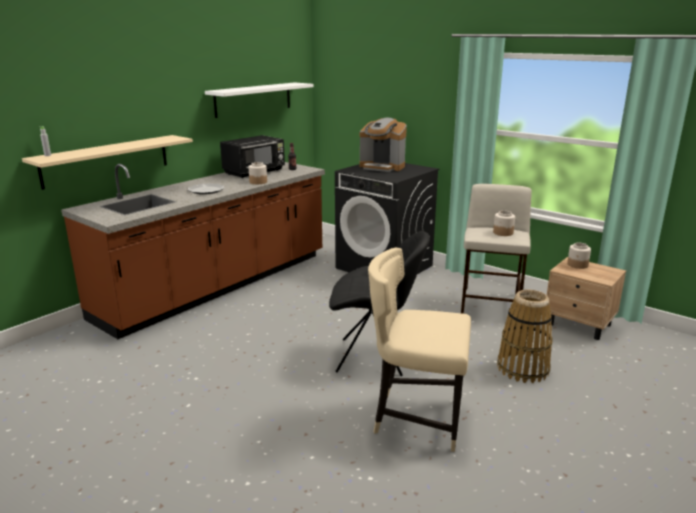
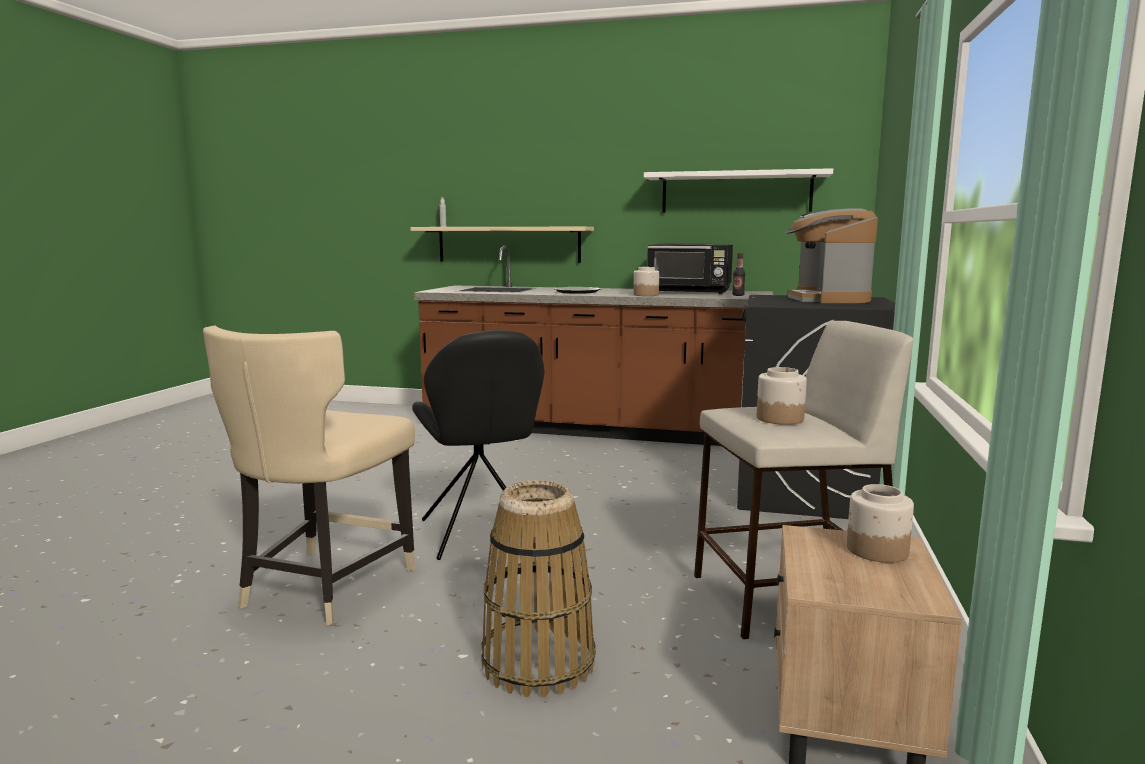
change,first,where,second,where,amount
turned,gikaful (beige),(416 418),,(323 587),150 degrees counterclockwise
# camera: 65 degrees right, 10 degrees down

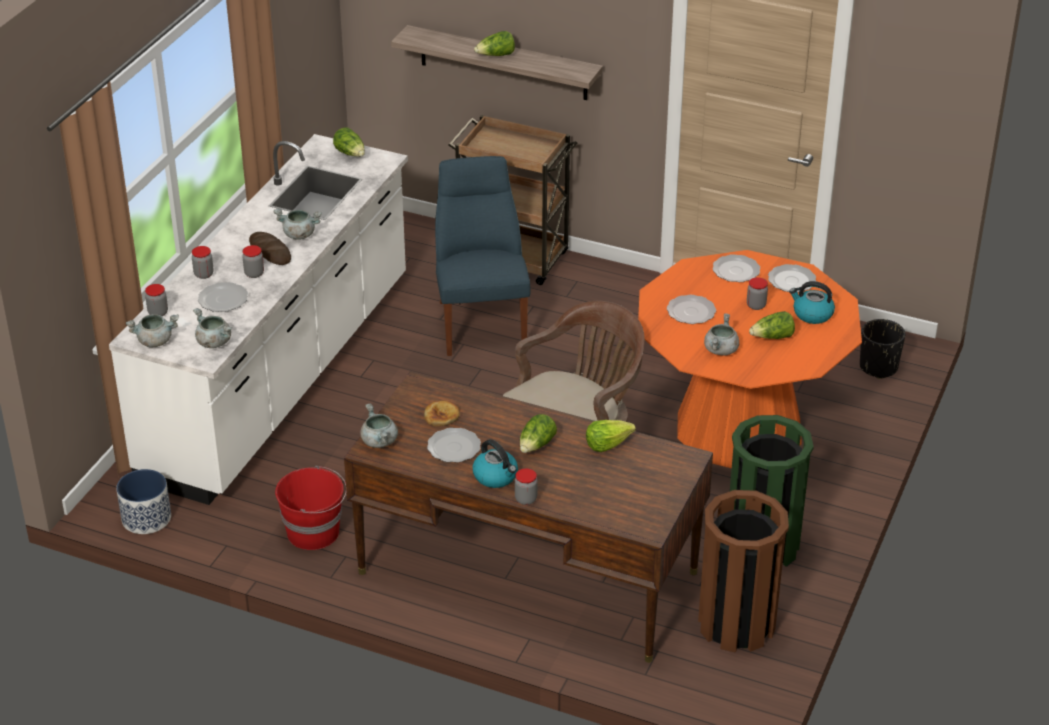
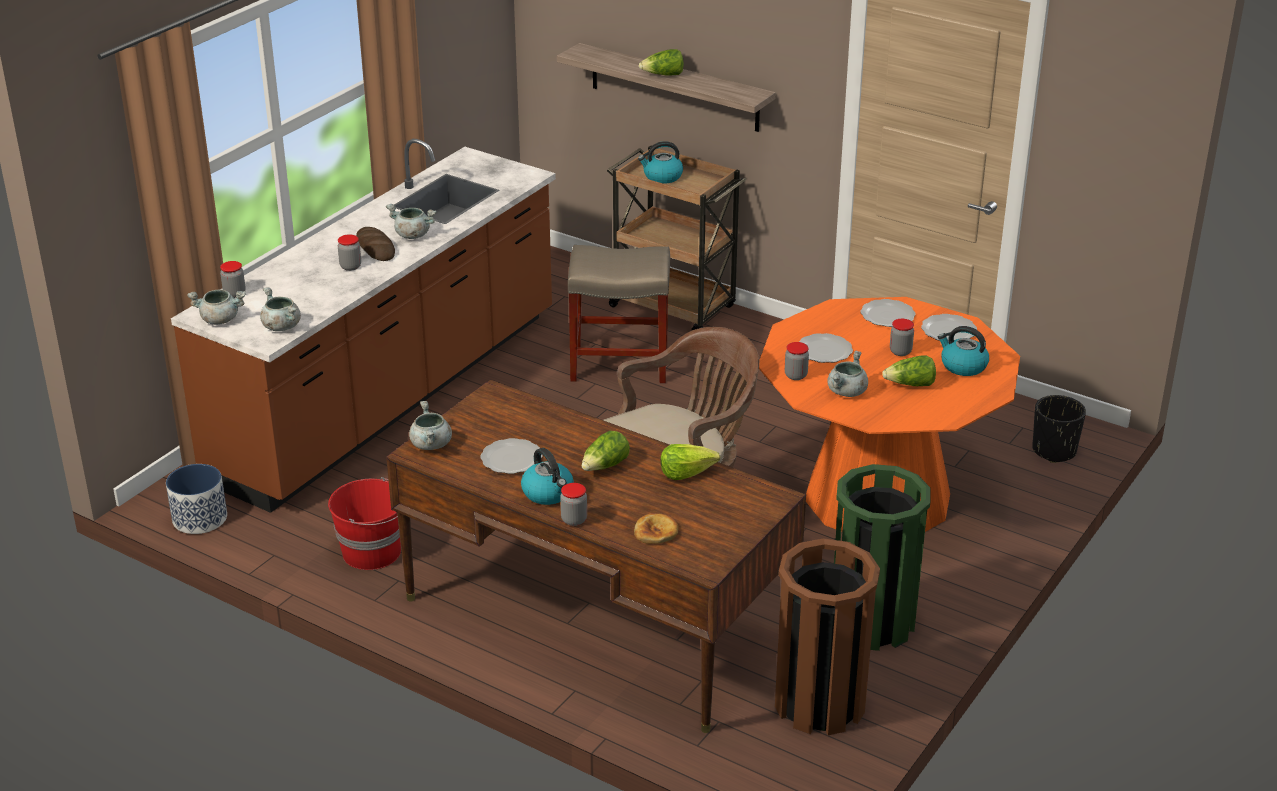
change,first,where,second,where,amount
removed,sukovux,(351 153),,,
recoloured,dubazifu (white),(281 378),dubazifu (brown),(390 397),
replaced,gikaful (blue),(481 321),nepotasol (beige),(621 363),
moved,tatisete,(204 274),,(795 375),
removed,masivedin,(222 299),,,
moved,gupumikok,(441 415),,(656 532),
added,,,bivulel,(662 177),
# camera: 10 degrees right, 5 degrees down

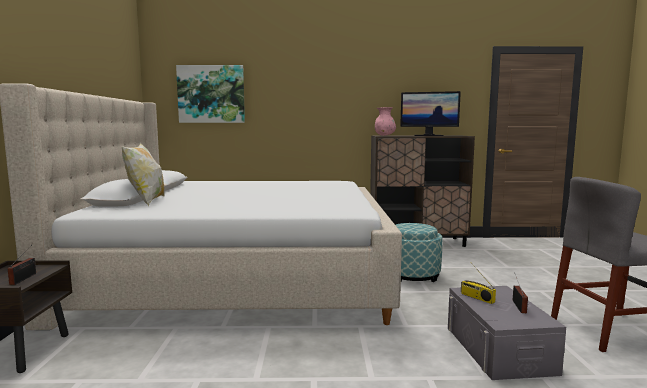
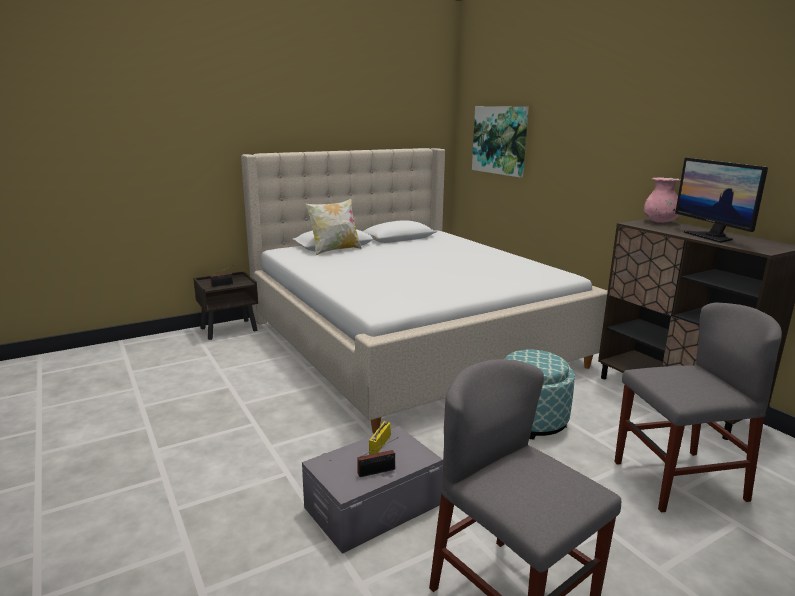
change,first,where,second,where,amount
added,,,gikaful (grey),(678 480),
# camera: 60 degrees right, 10 degrees up

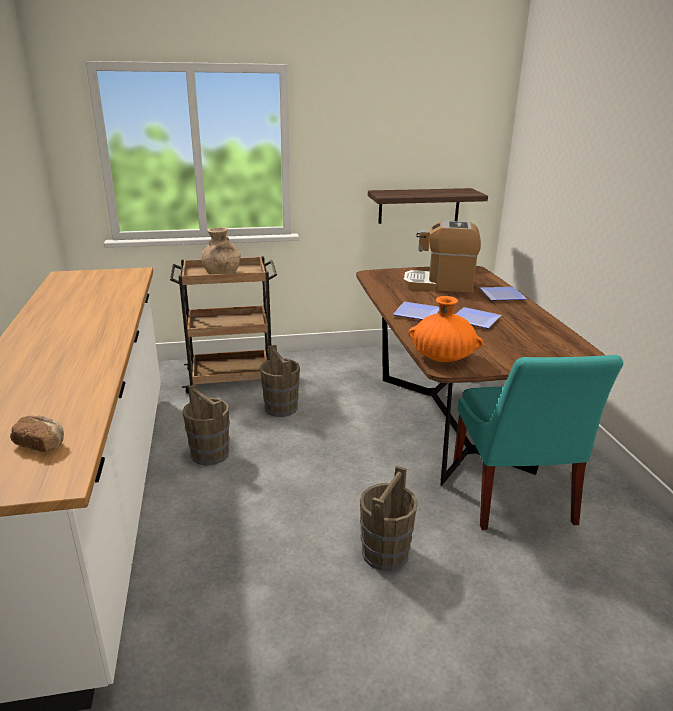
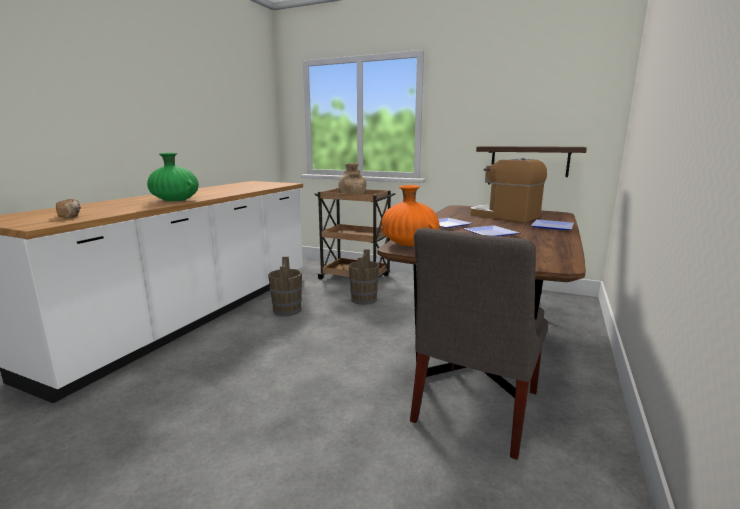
change,first,where,second,where,amount
recoloured,gikaful (turquoise),(512 496),gikaful (grey),(473 409),
removed,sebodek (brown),(385 553),,,
added,,,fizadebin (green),(175 201),
# camera: 35 degrees right, 10 degrees down

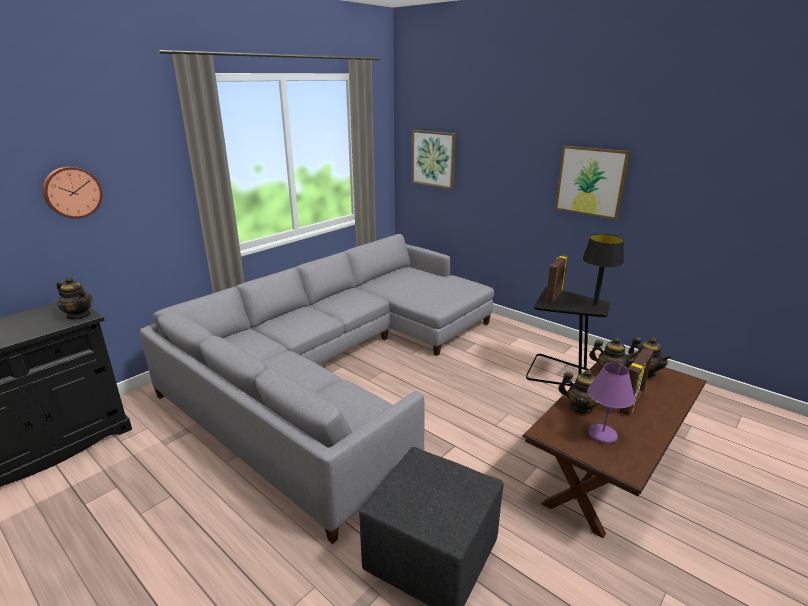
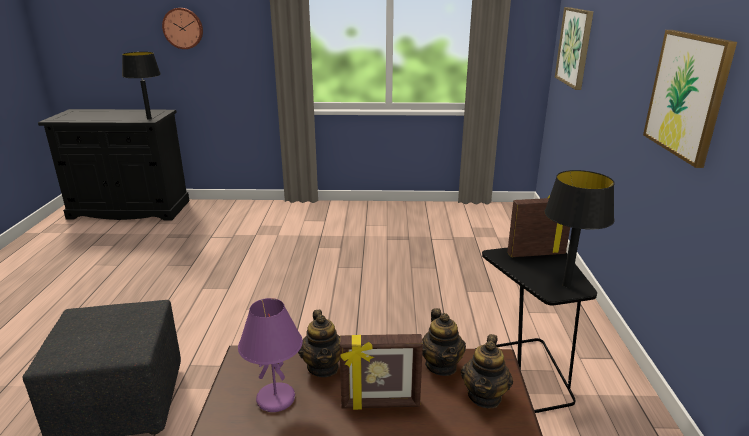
change,first,where,second,where,amount
removed,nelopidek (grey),(340 366),,,
replaced,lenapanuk,(79 315),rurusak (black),(149 118),
# camera: 50 degrees right, 0 degrees up

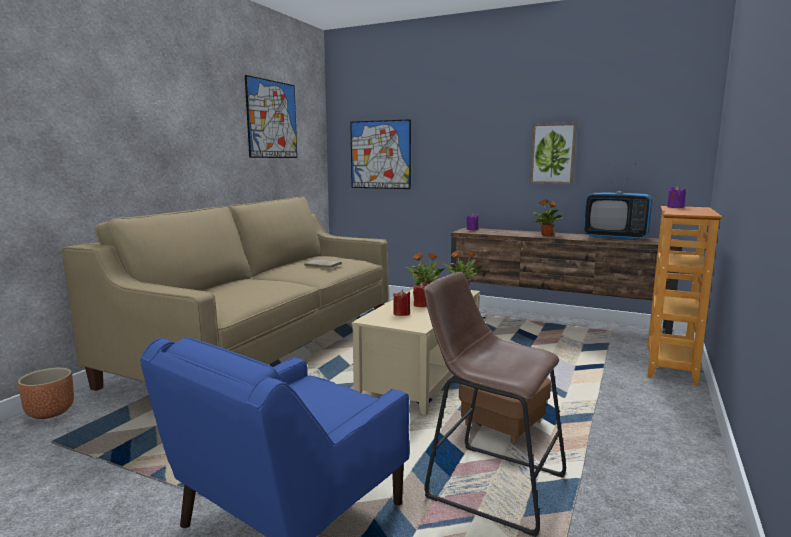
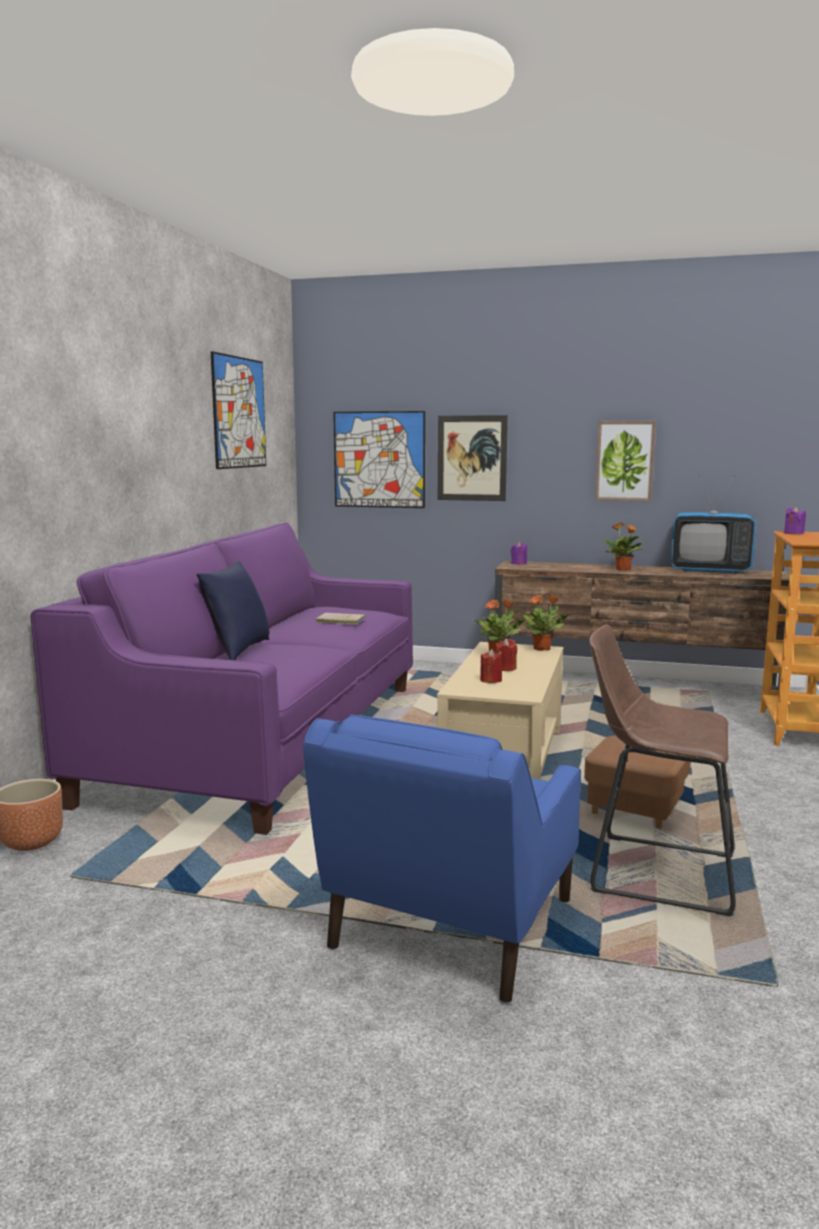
change,first,where,second,where,amount
recoloured,nelopidek (beige),(264 347),nelopidek (purple),(267 738),
added,,,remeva,(472 458),
added,,,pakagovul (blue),(237 650),
# camera: 10 degrees left, 0 degrees up

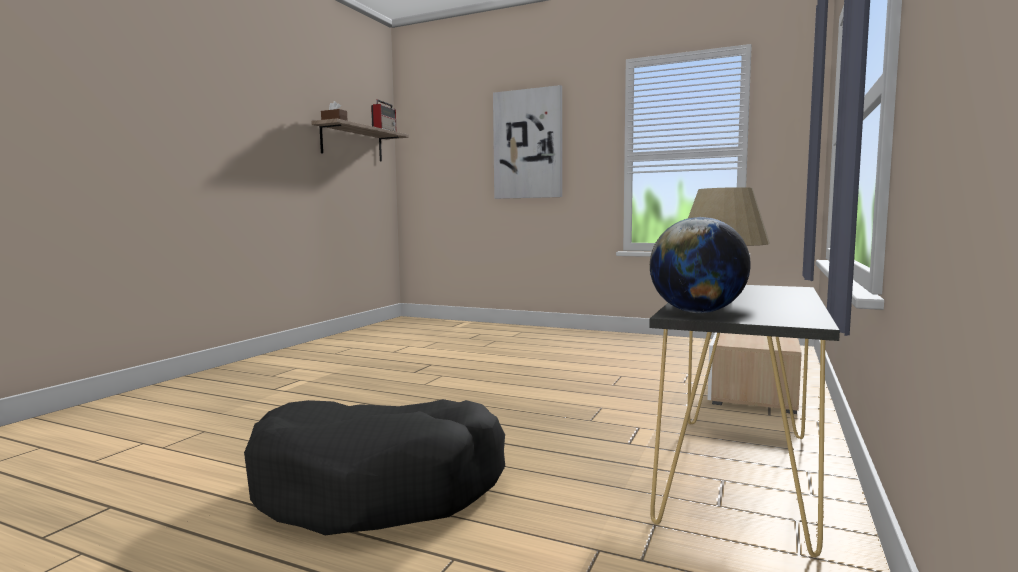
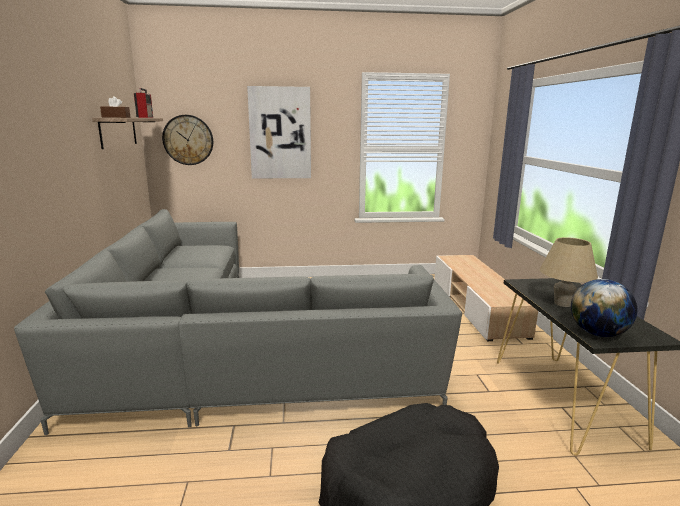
change,first,where,second,where,amount
added,,,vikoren,(188 140),
added,,,nelopidek (grey),(224 352),
# camera: 30 degrees left, 10 degrees up

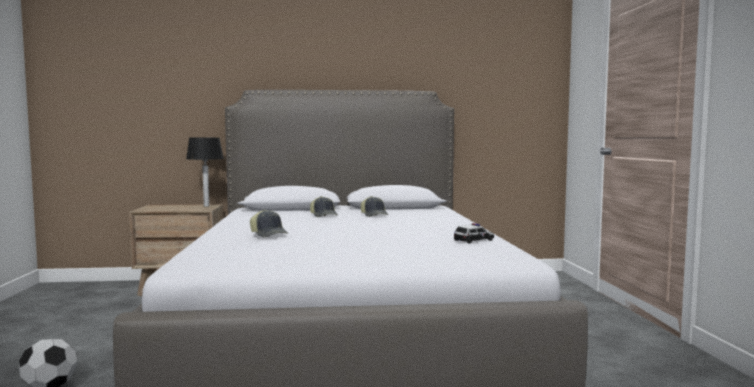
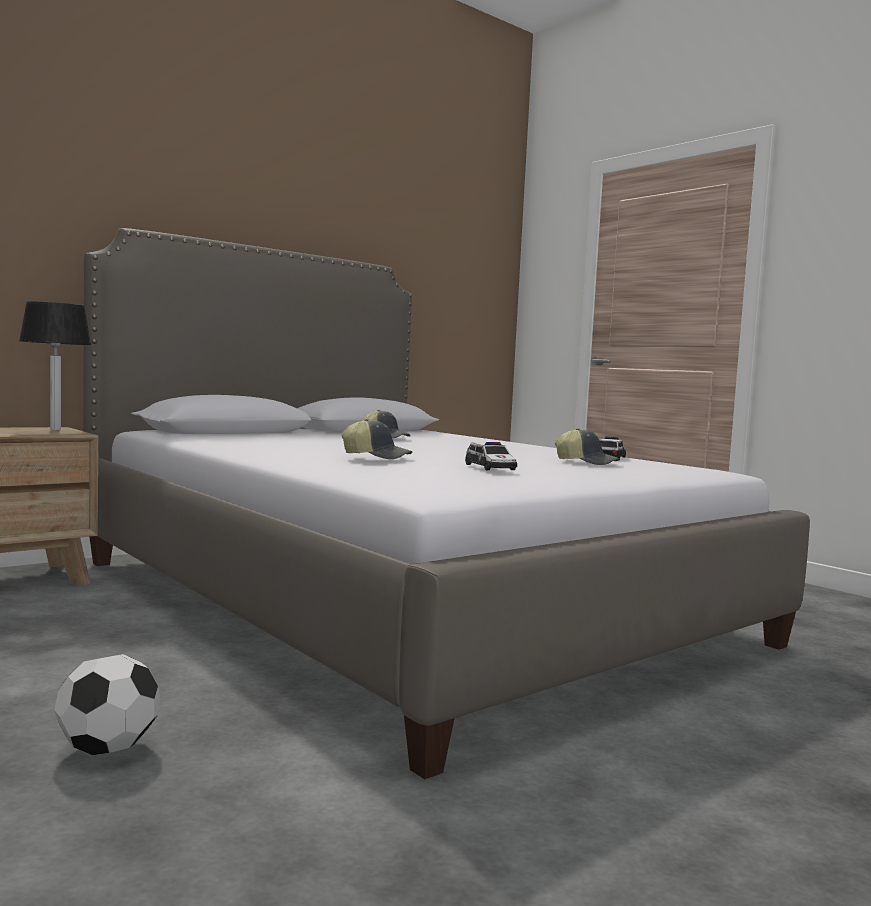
change,first,where,second,where,amount
moved,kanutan,(324 215),,(587 462),
added,,,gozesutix,(490 467),
# camera: 35 degrees left, 0 degrees up

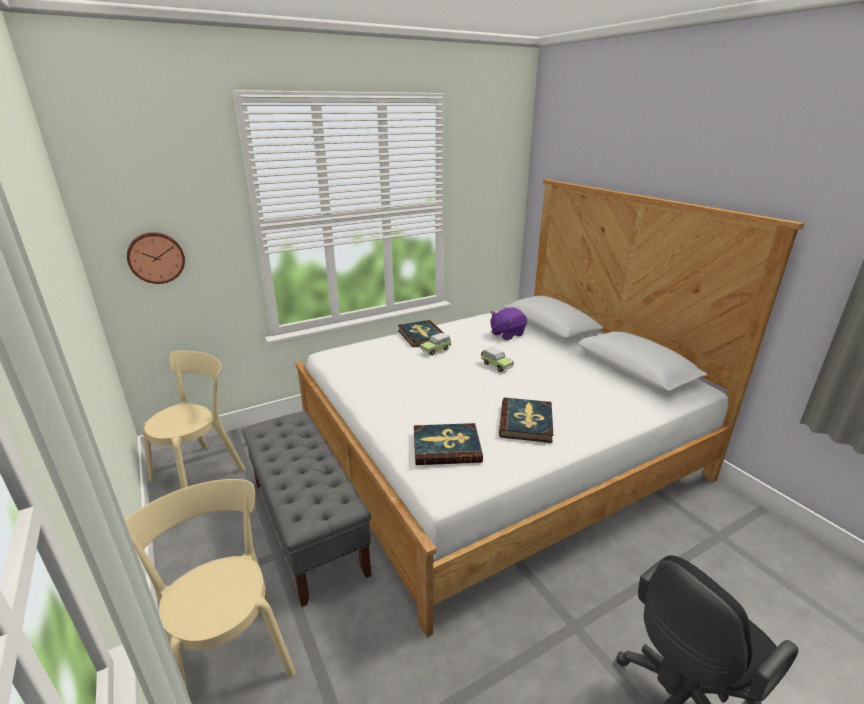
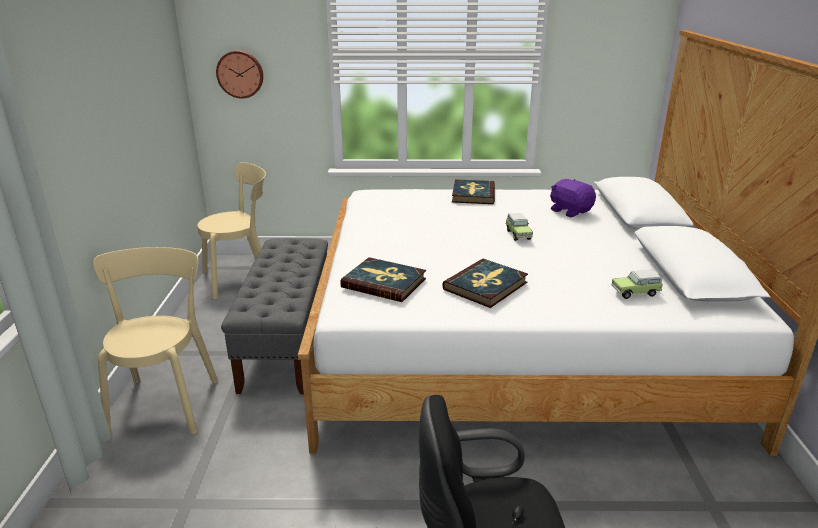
change,first,where,second,where,amount
turned,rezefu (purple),(506 334),,(570 211),60 degrees clockwise
moved,gozesutix,(436 350),,(636 292),
# camera: 30 degrees right, 0 degrees up

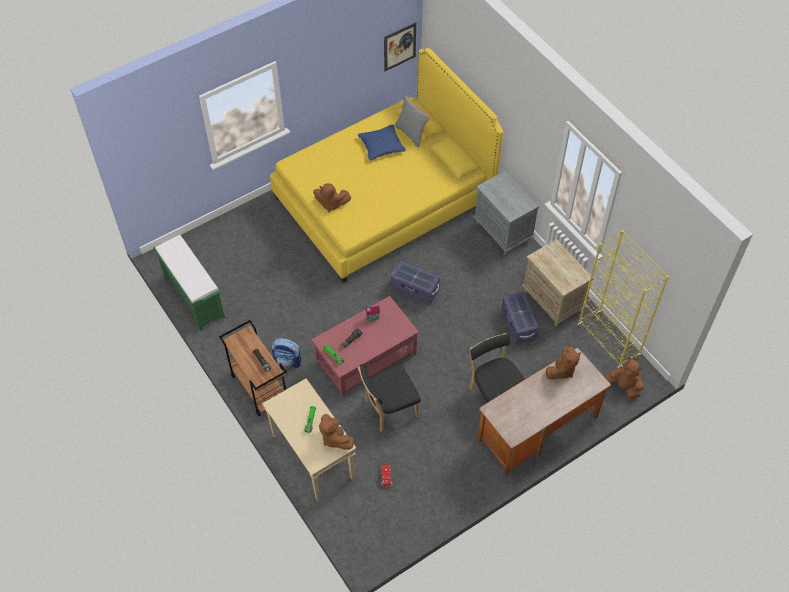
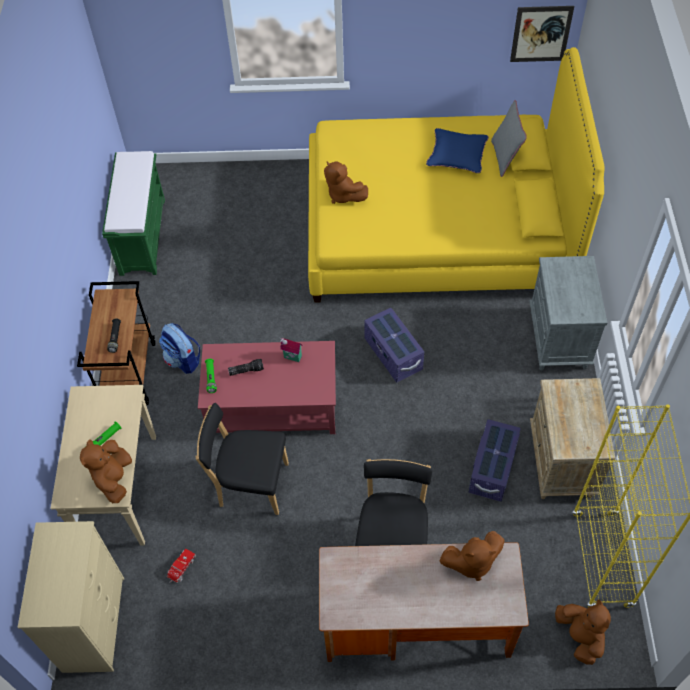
change,first,where,second,where,amount
added,,,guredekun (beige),(94 623),
# camera: 35 degrees right, 0 degrees up

